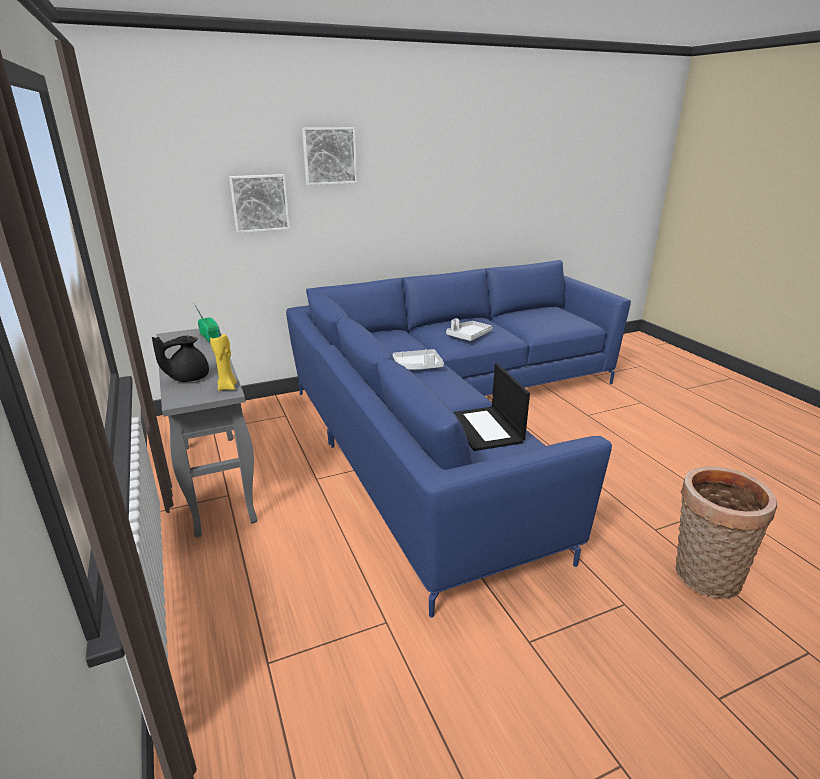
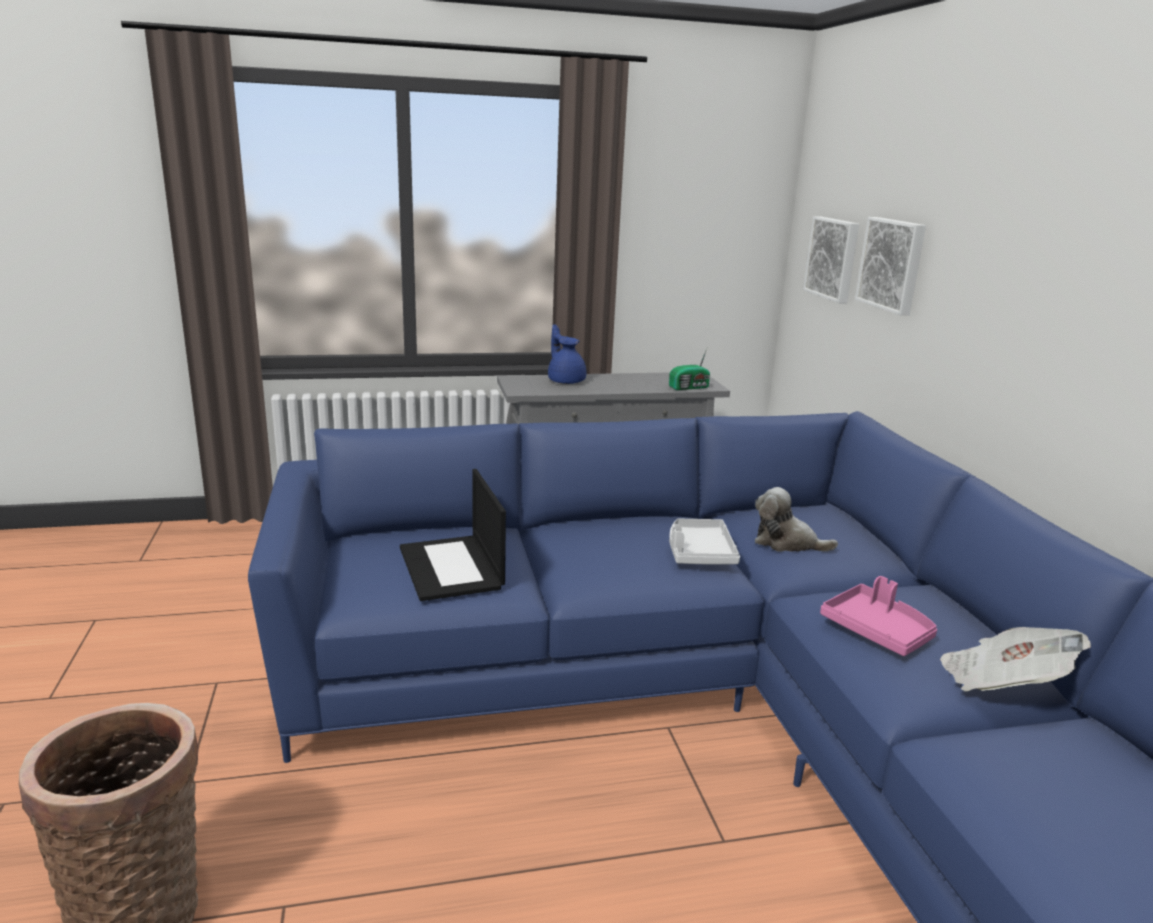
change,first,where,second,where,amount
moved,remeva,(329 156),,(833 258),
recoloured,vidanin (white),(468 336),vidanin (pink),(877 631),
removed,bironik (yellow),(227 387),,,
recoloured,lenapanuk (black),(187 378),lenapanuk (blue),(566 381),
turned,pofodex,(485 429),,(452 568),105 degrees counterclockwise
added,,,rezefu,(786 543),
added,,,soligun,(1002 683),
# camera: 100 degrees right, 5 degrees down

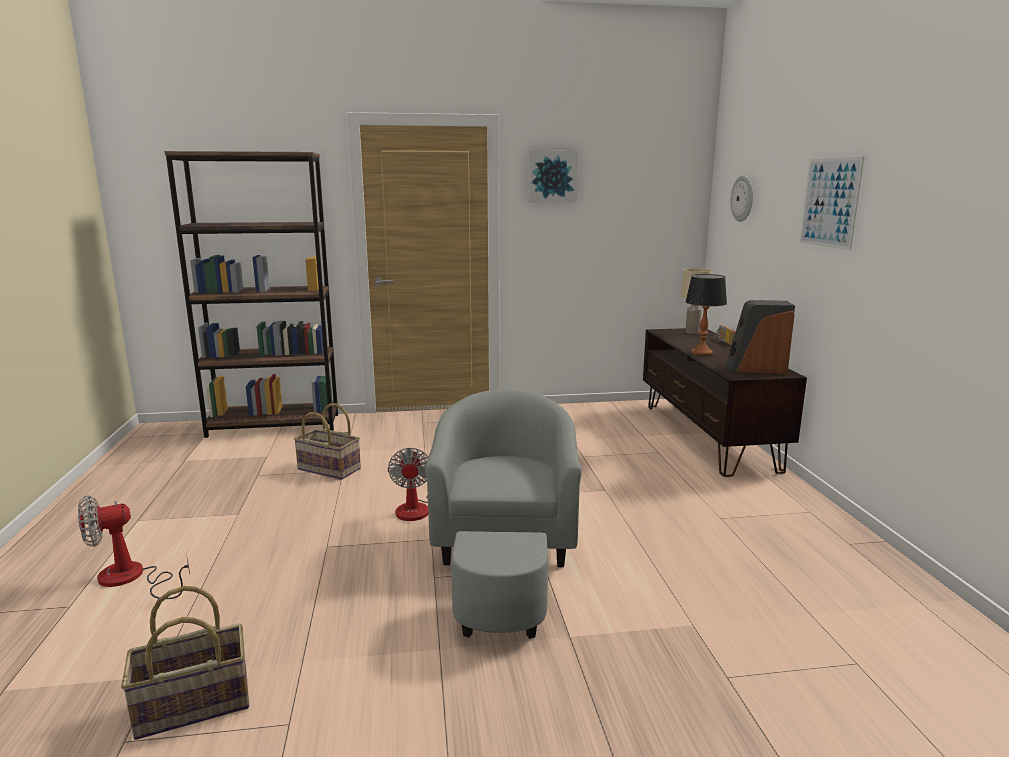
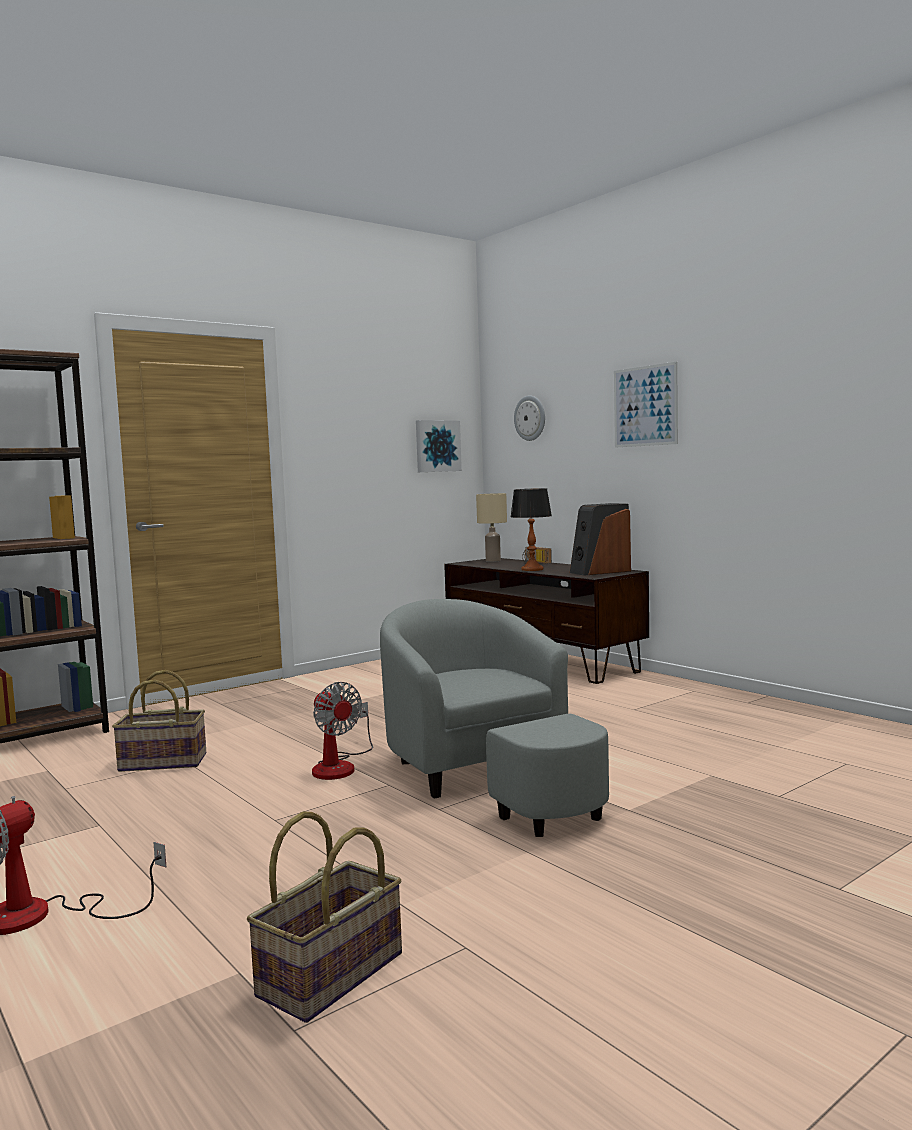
change,first,where,second,where,amount
moved,remeva,(552 176),,(437 446),
# camera: 30 degrees left, 10 degrees down

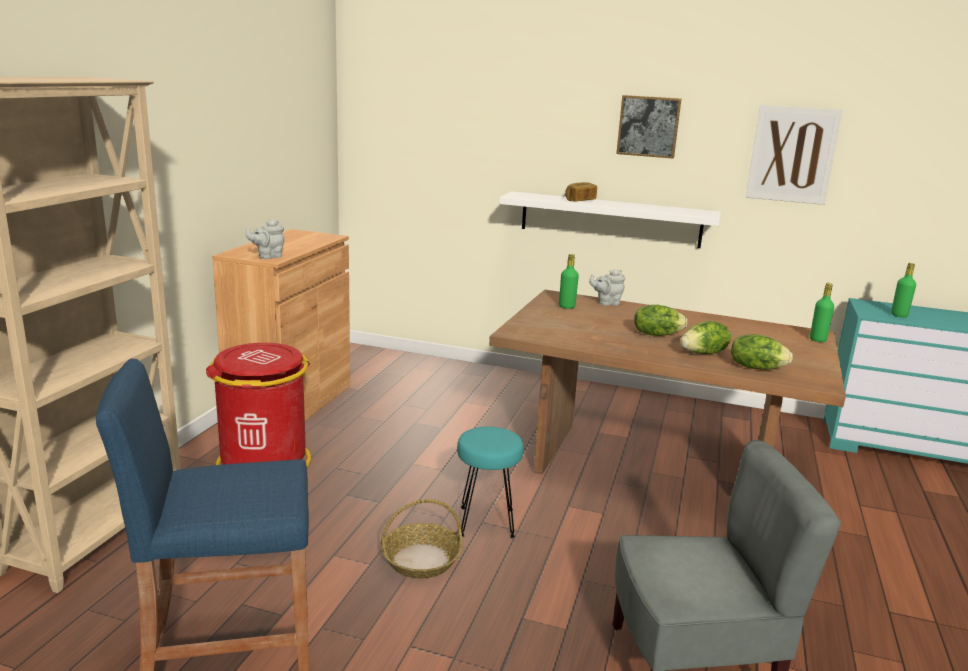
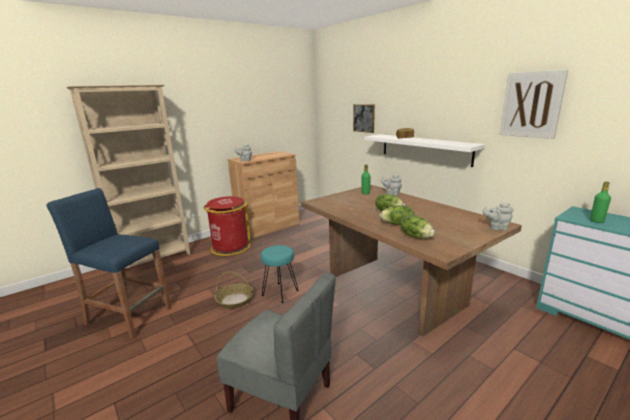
change,first,where,second,where,amount
moved,remeva,(648 126),,(364 118),
replaced,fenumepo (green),(817 339),lenapanuk (grey),(496 228),
# camera: 35 degrees right, 0 degrees up

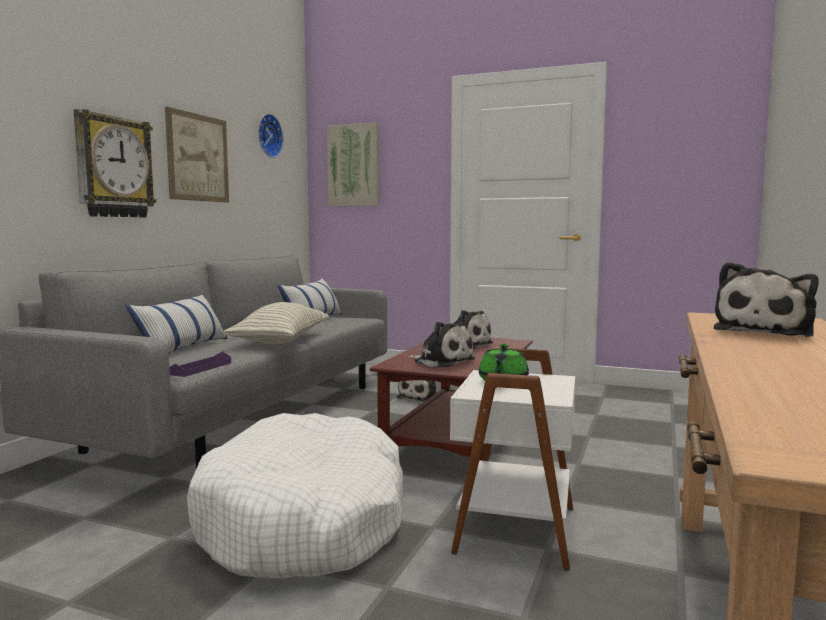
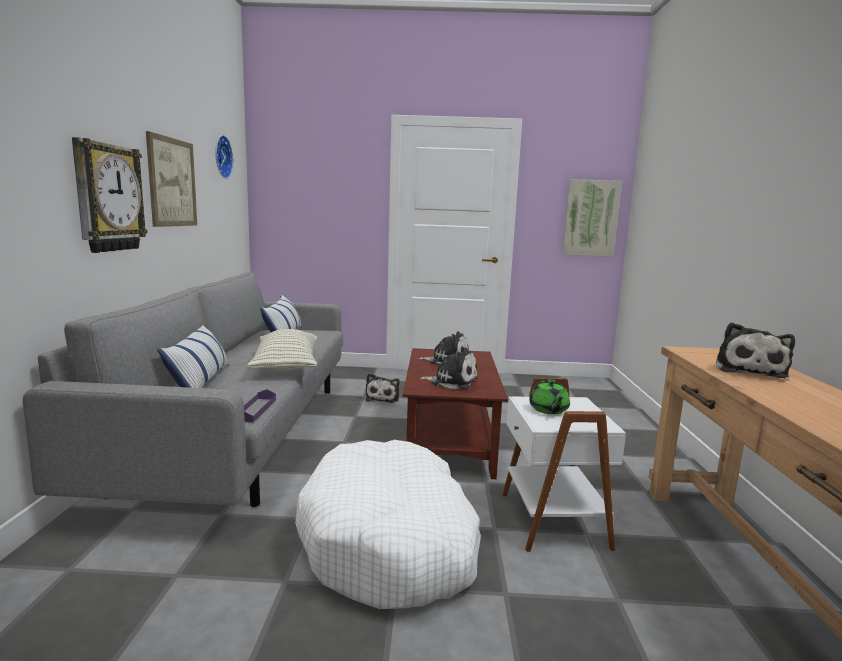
change,first,where,second,where,amount
moved,remeva,(354 165),,(590 218),
# camera: 20 degrees left, 5 degrees up

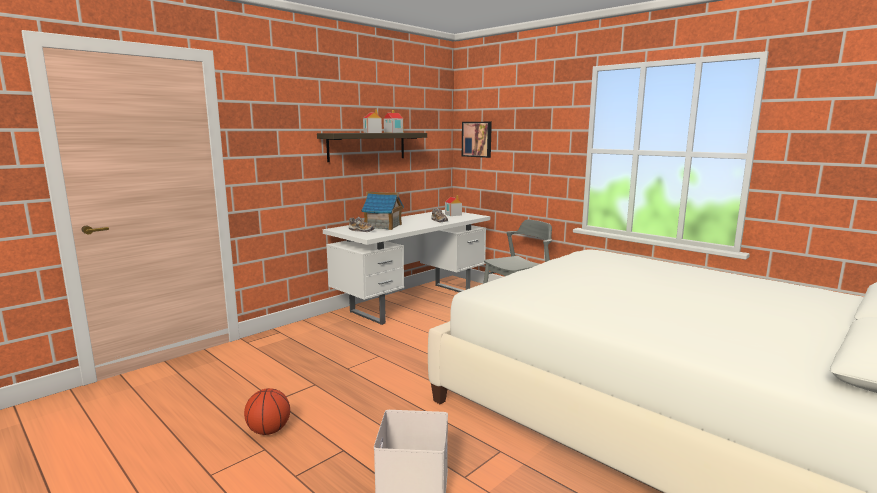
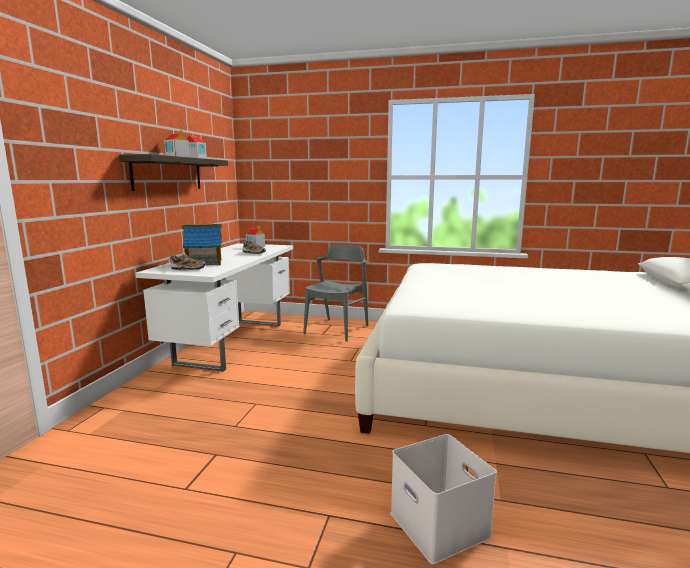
change,first,where,second,where,amount
removed,remeva,(477 139),,,
removed,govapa,(268 431),,,
# camera: 30 degrees left, 0 degrees up

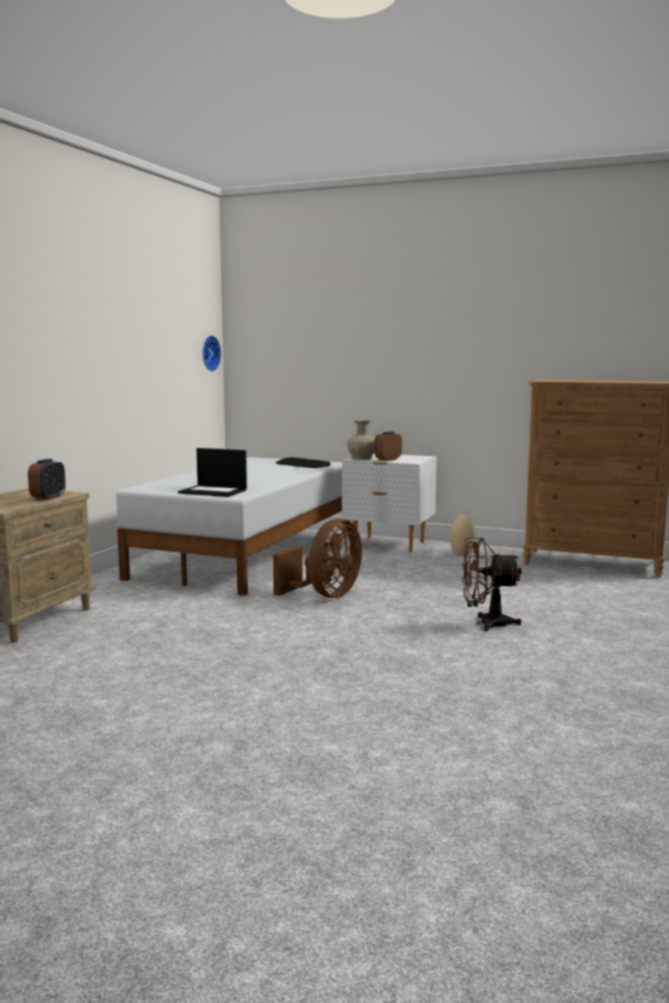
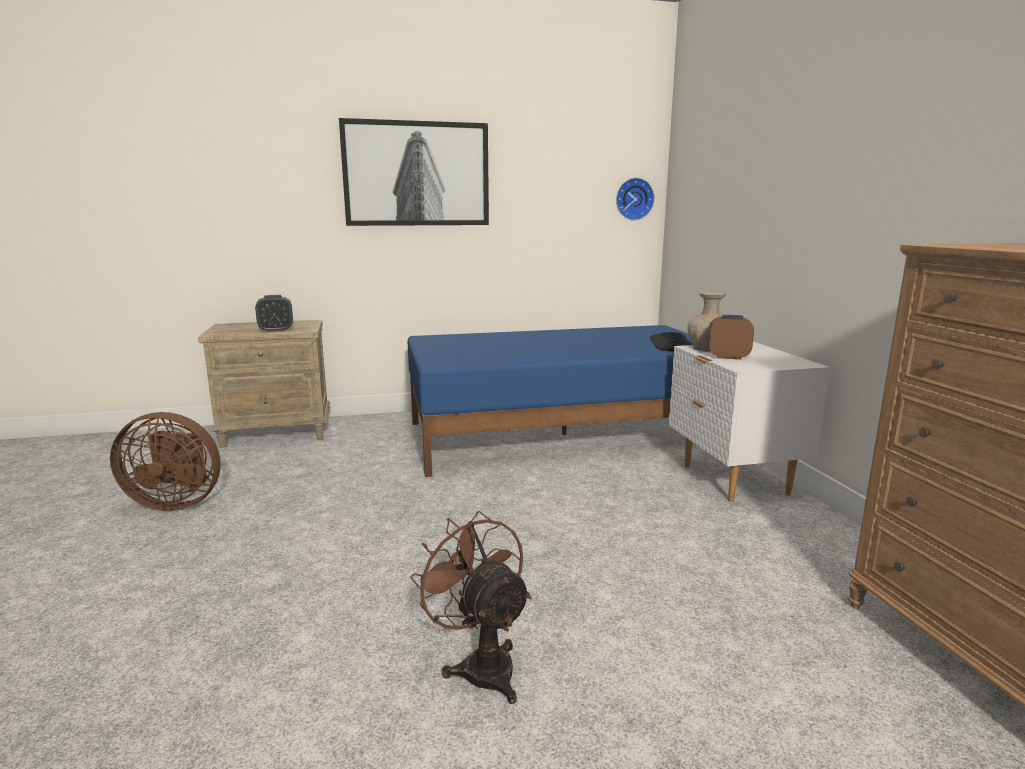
change,first,where,second,where,amount
removed,pofodex,(214 491),,,
recoloured,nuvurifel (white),(249 554),nuvurifel (blue),(563 435),
removed,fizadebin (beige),(461 552),,,
moved,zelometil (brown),(325 595),,(176 502),
added,,,remeva,(417 174),
# camera: 55 degrees right, 5 degrees up

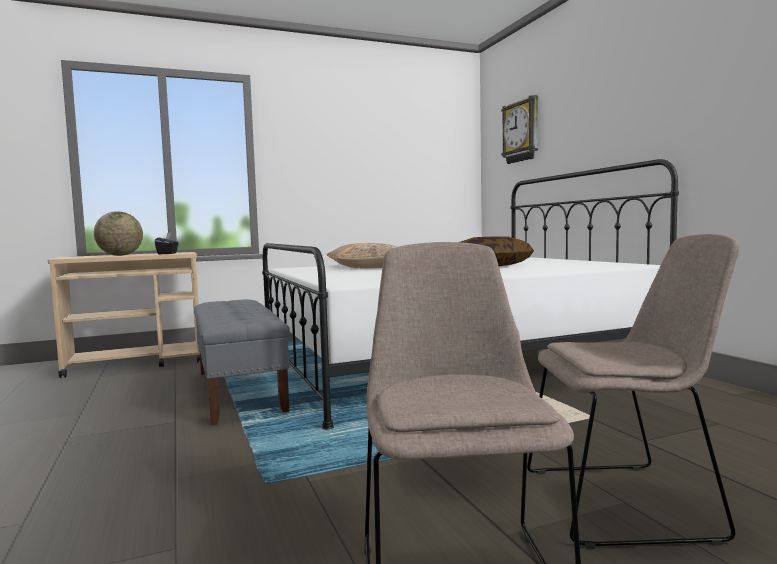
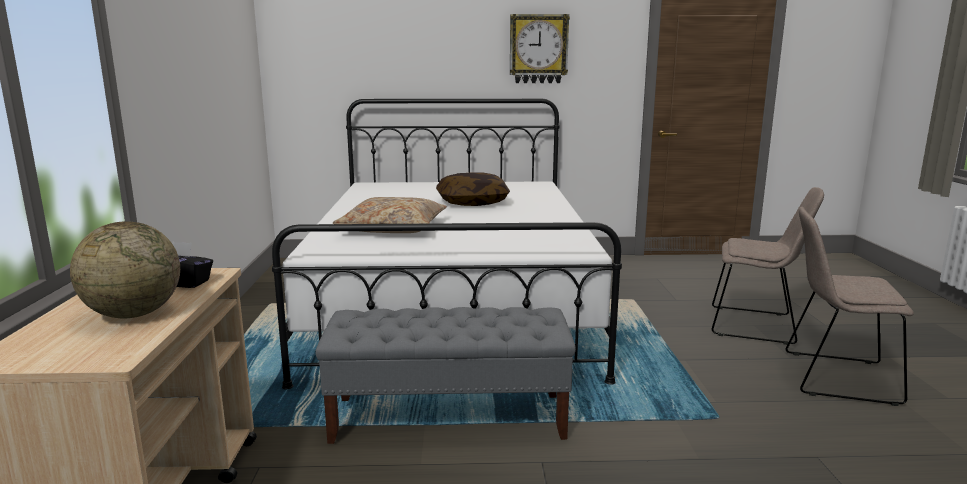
change,first,where,second,where,amount
moved,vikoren,(521 131),,(538 49),
turned,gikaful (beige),(625 503),,(756 325),90 degrees clockwise
# camera: 70 degrees left, 10 degrees up

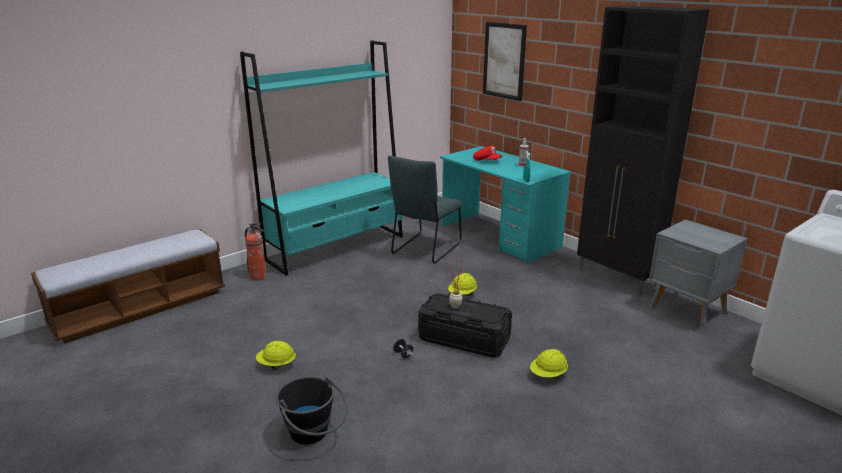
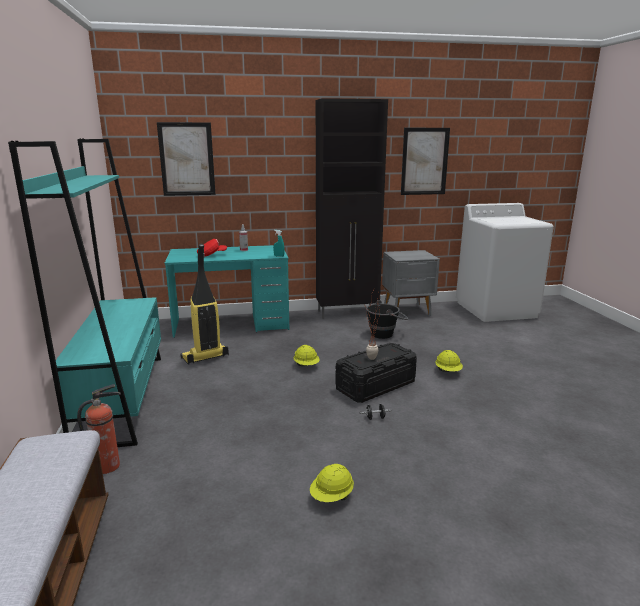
change,first,where,second,where,amount
replaced,gikaful (grey),(424 250),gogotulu,(205 357),
moved,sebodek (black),(314 435),,(386 334),
added,,,remeva,(424 161),
# camera: 60 degrees left, 5 degrees down

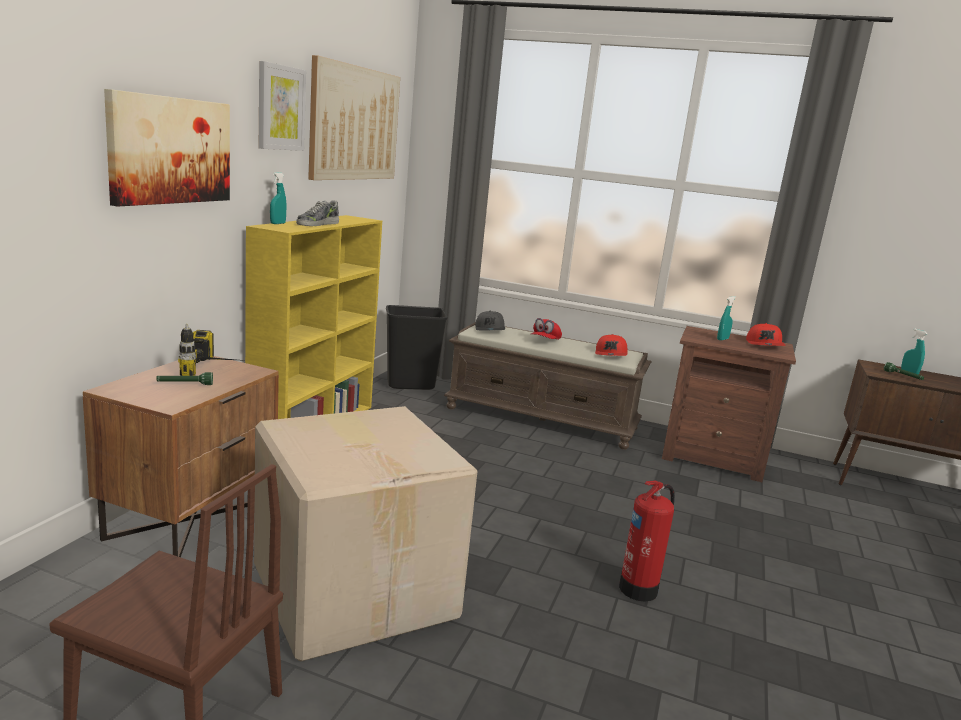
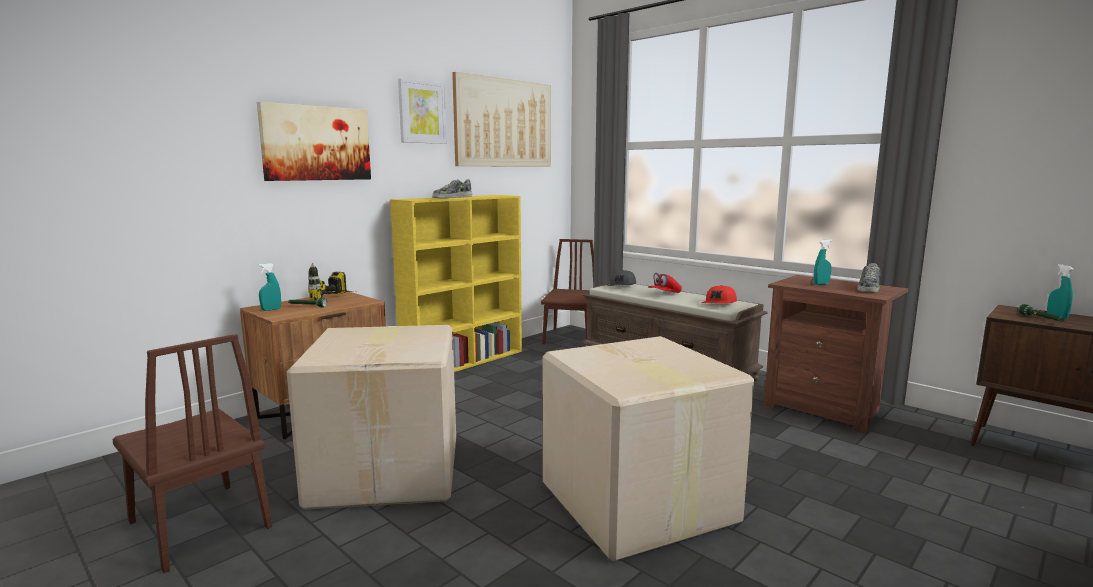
change,first,where,second,where,amount
moved,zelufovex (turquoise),(278 223),,(271 309),
replaced,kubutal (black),(411 385),gikaful (brown),(570 337),
replaced,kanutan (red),(765 345),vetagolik,(868 288),
replaced,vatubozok,(640 588),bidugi,(636 504),
# camera: 25 degrees right, 5 degrees down

